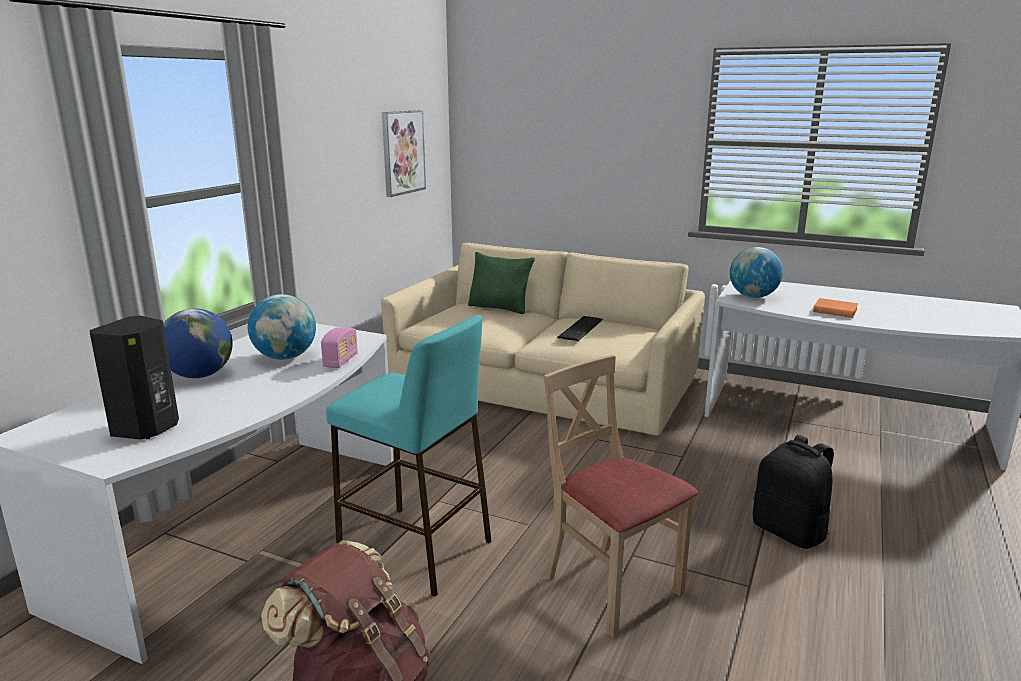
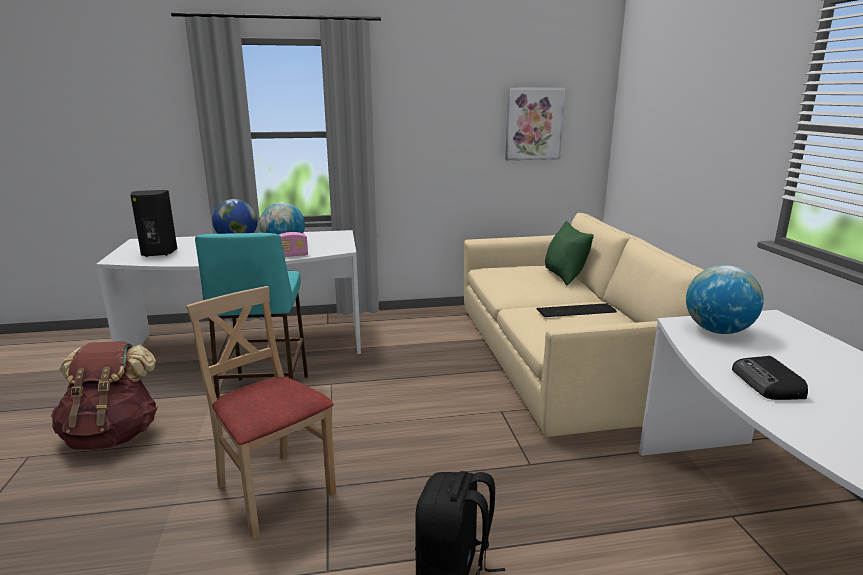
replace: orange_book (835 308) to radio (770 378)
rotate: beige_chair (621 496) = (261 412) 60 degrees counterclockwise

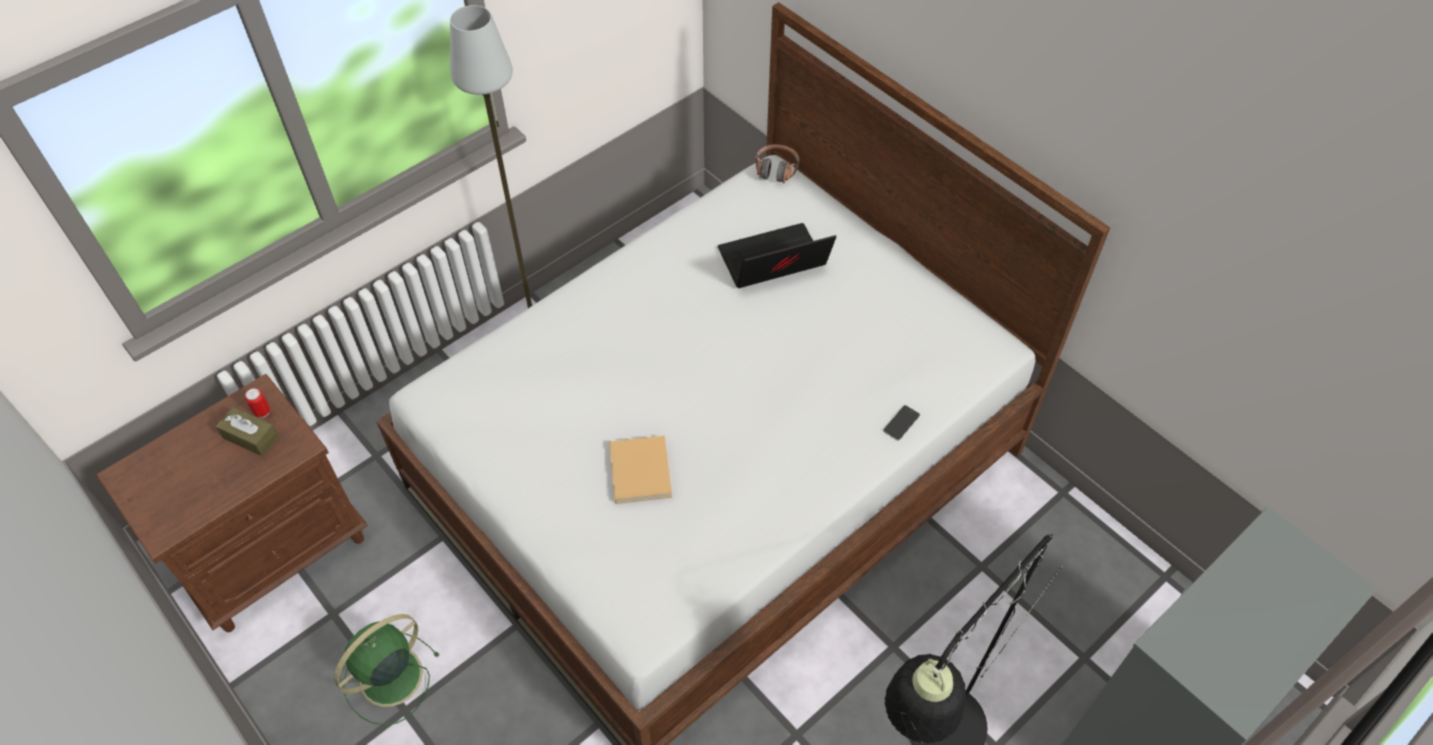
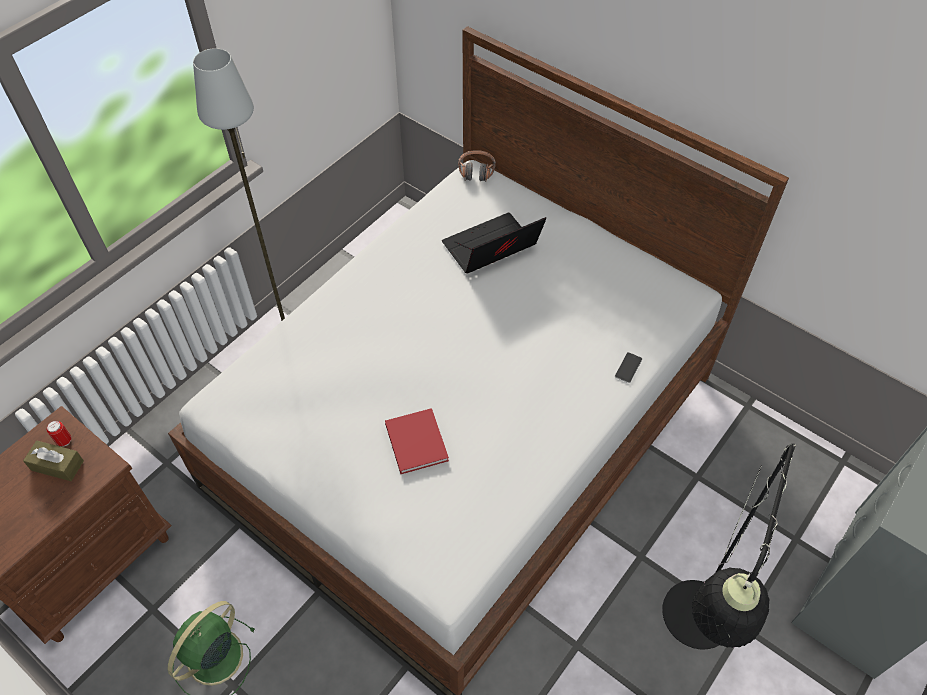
recolor: beige_book (641 470) to red_book (417 441)

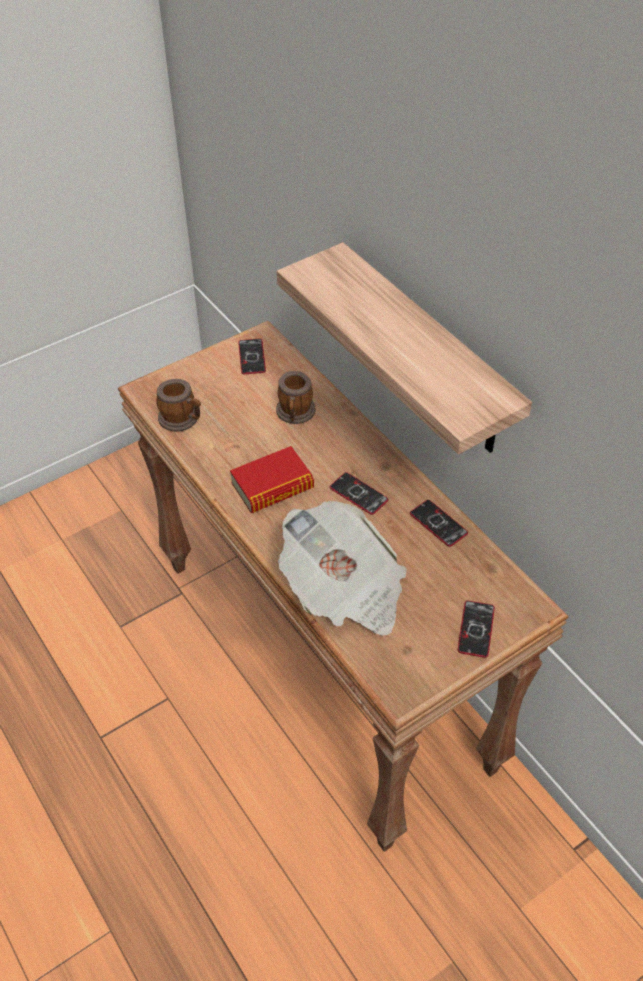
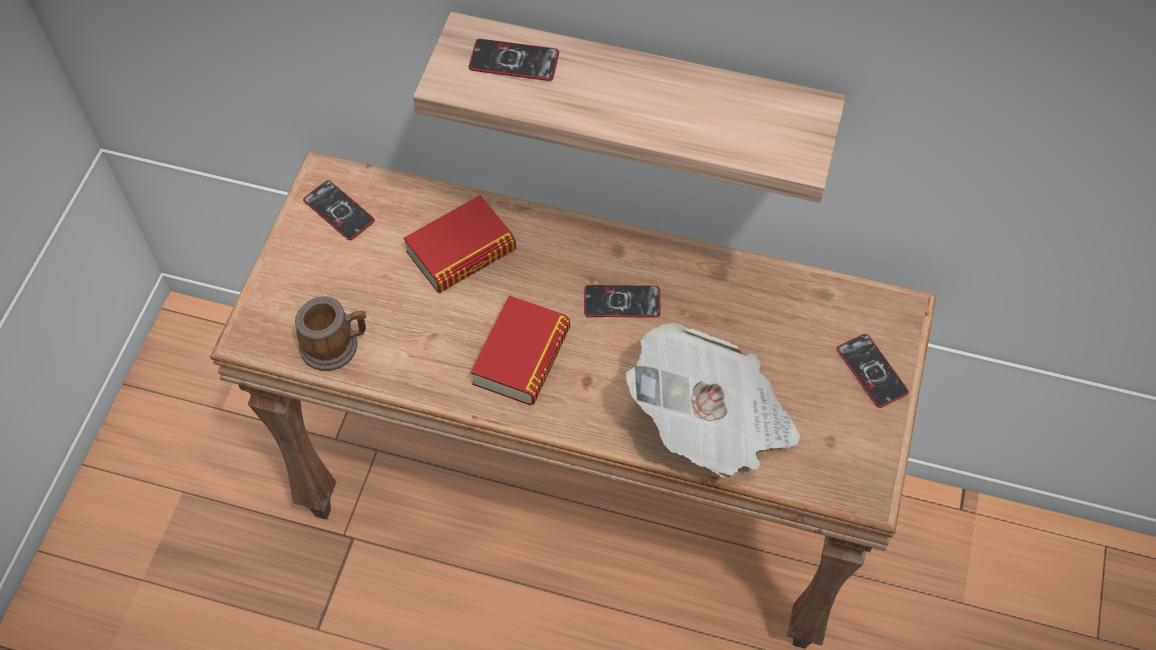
move: phone (439 523) to (514 60)
replace: mug (296 397) to book (460 244)

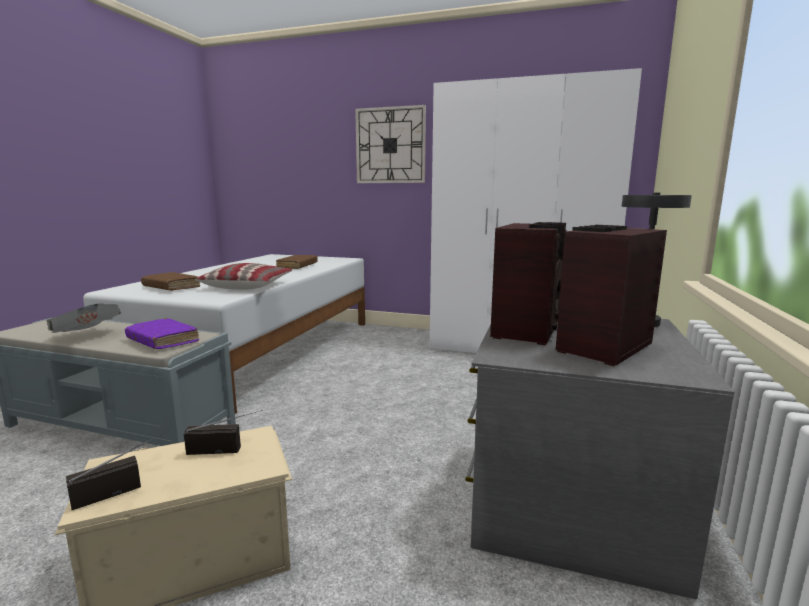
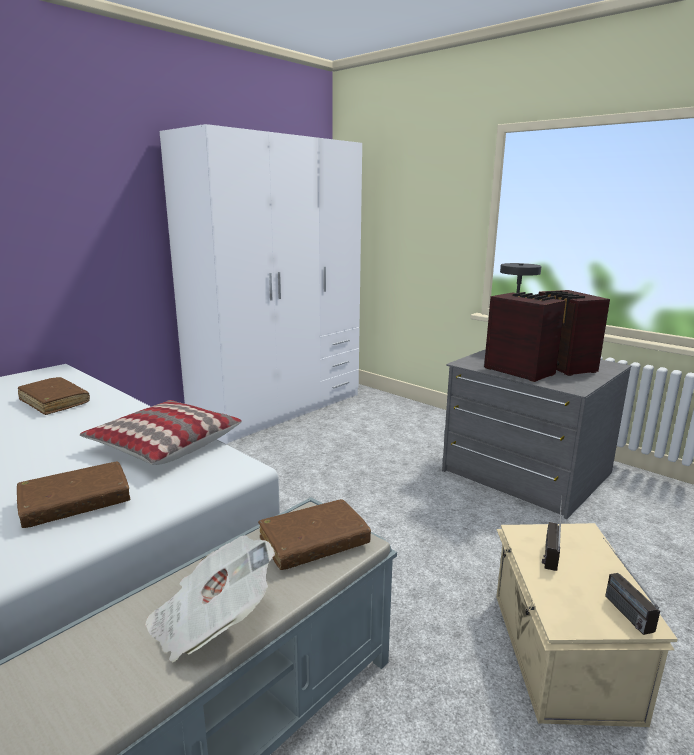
delete: wall_clock (390 144)
recolor: purple_book (162 333) to brown_book (314 534)

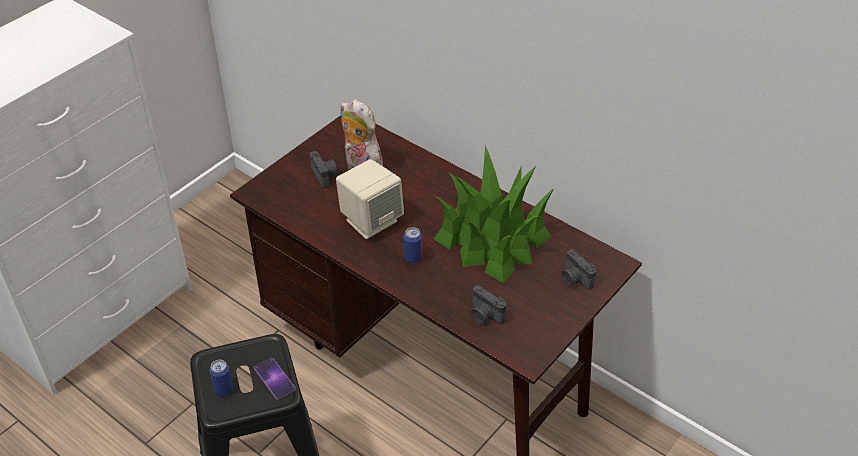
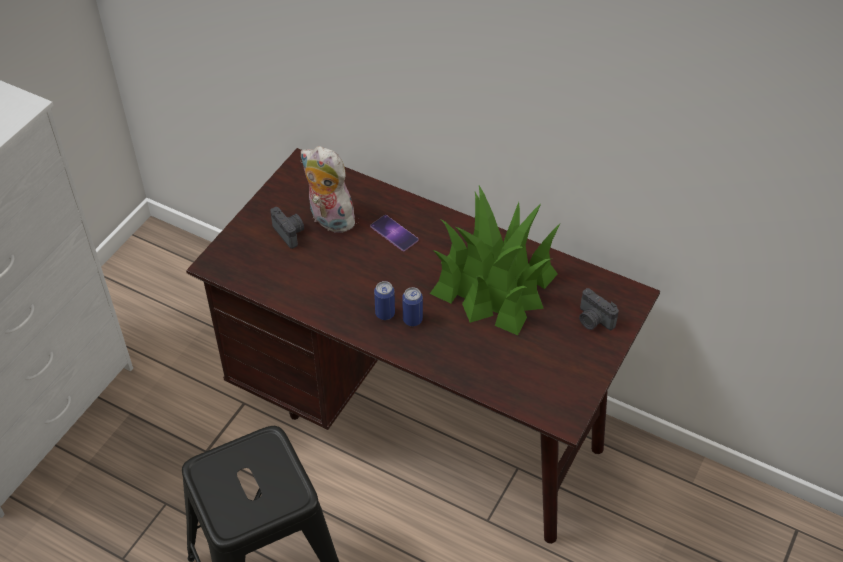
delete: beige_speaker (370 199); photo_camera (489 304)
move: can (221 378) to (384 300); phone (275 379) to (394 233)

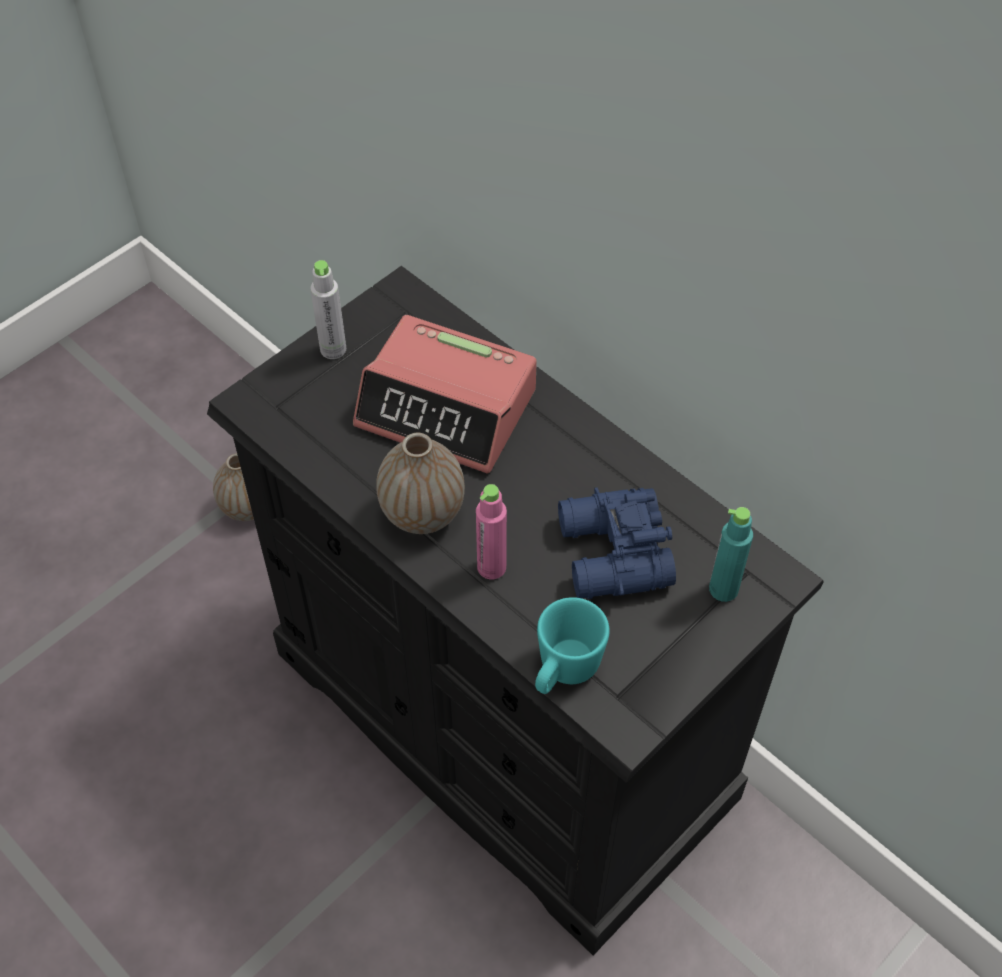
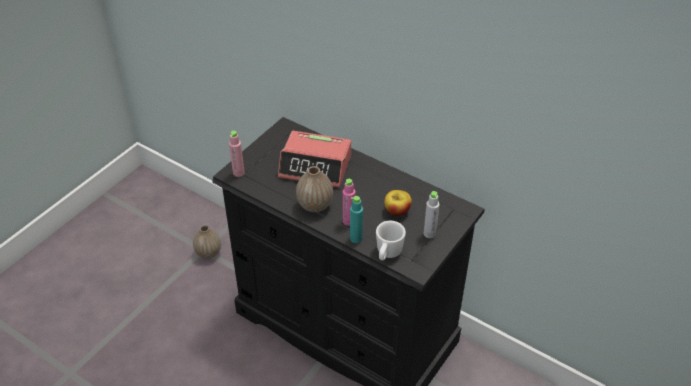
insert: pink_bottle (237 154)
move: grey_bottle (328 309) to (431 214); turquoise_bottle (731 554) to (356 219)
replace: blue_binoculars (617 543) to apple (398 203)
recolor: turquoise_mug (572 645) to white_mug (391 241)

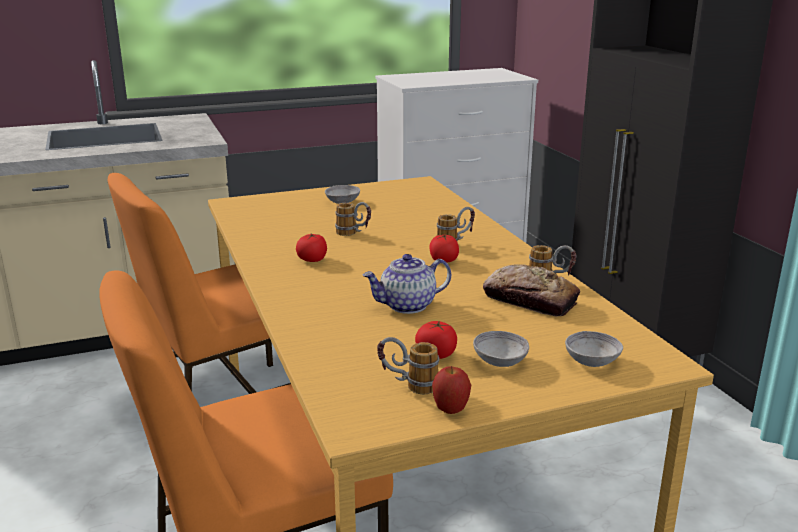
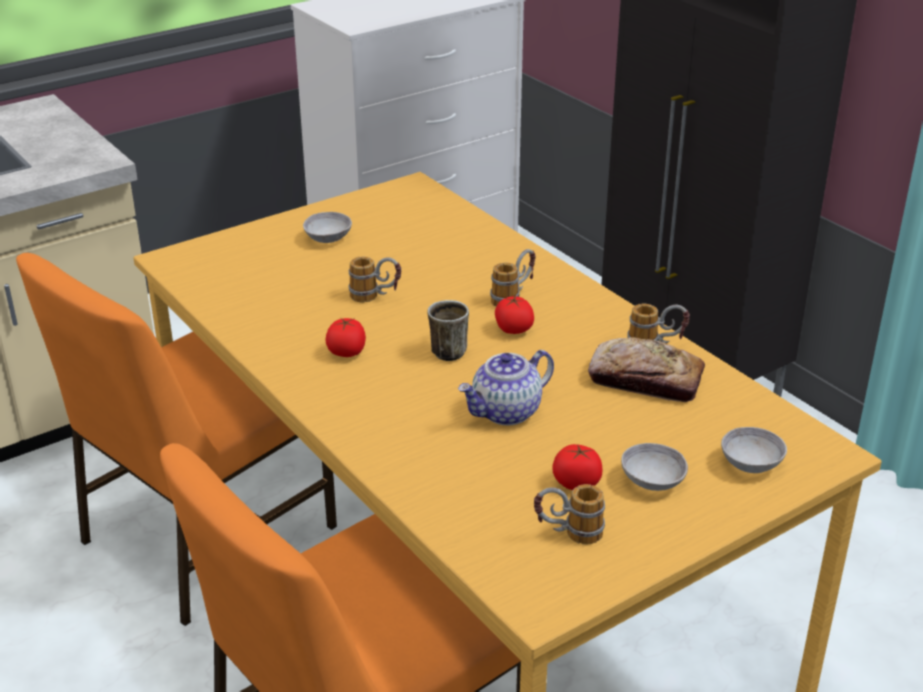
delete: apple (451 390)
insert: mug (448 330)

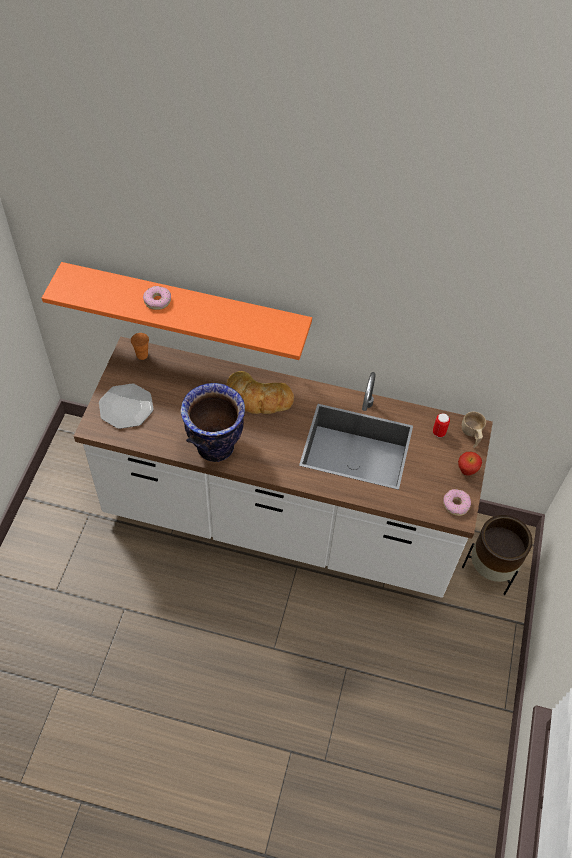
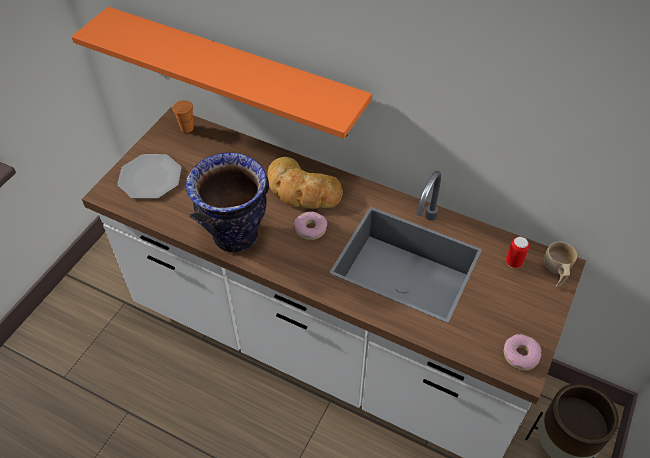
delete: apple (470 464)
move: donut (157 298) to (310 225)

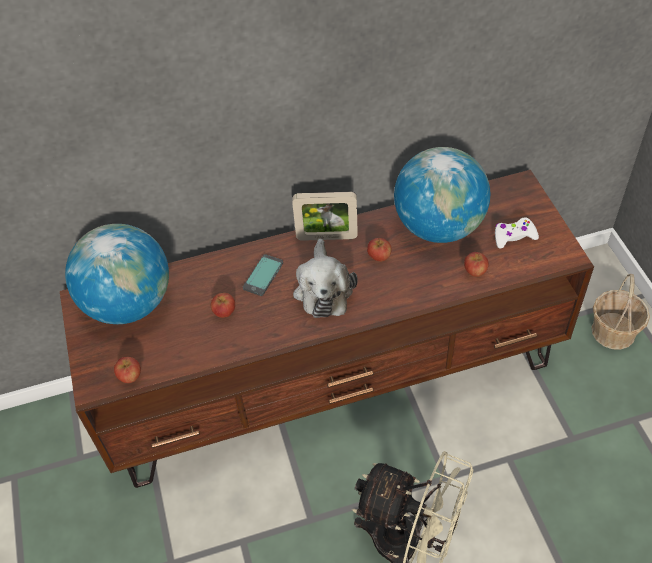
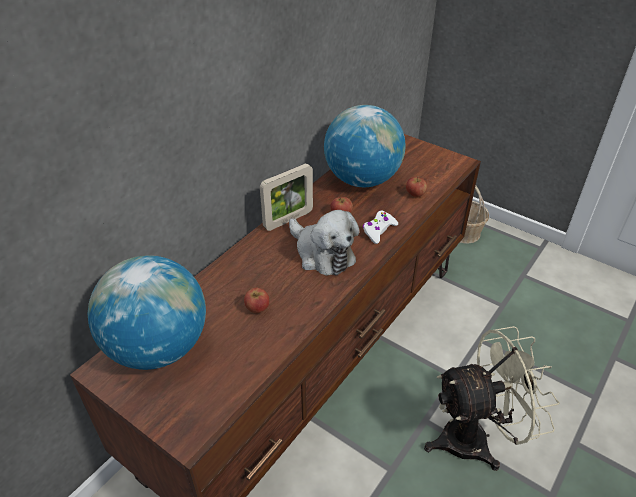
delete: apple (127 370); phone (263 275)
move: white_game_controller (517 233) to (380 227)

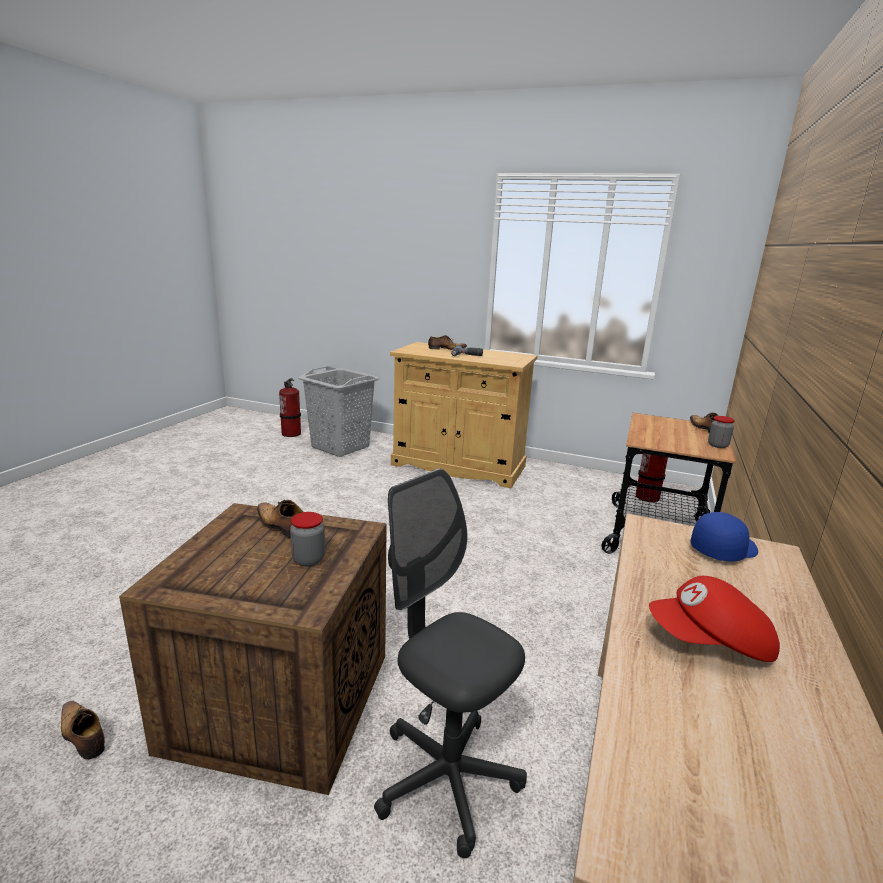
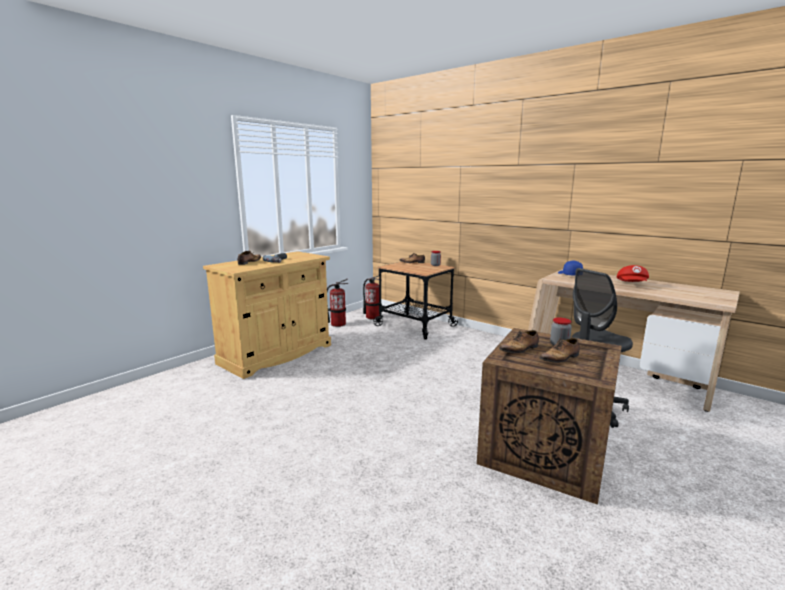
delete: grey_laundry_basket (339 411)
move: shoe (83 730) to (559 350); fire_extinguisher (290 407) to (337 303)

